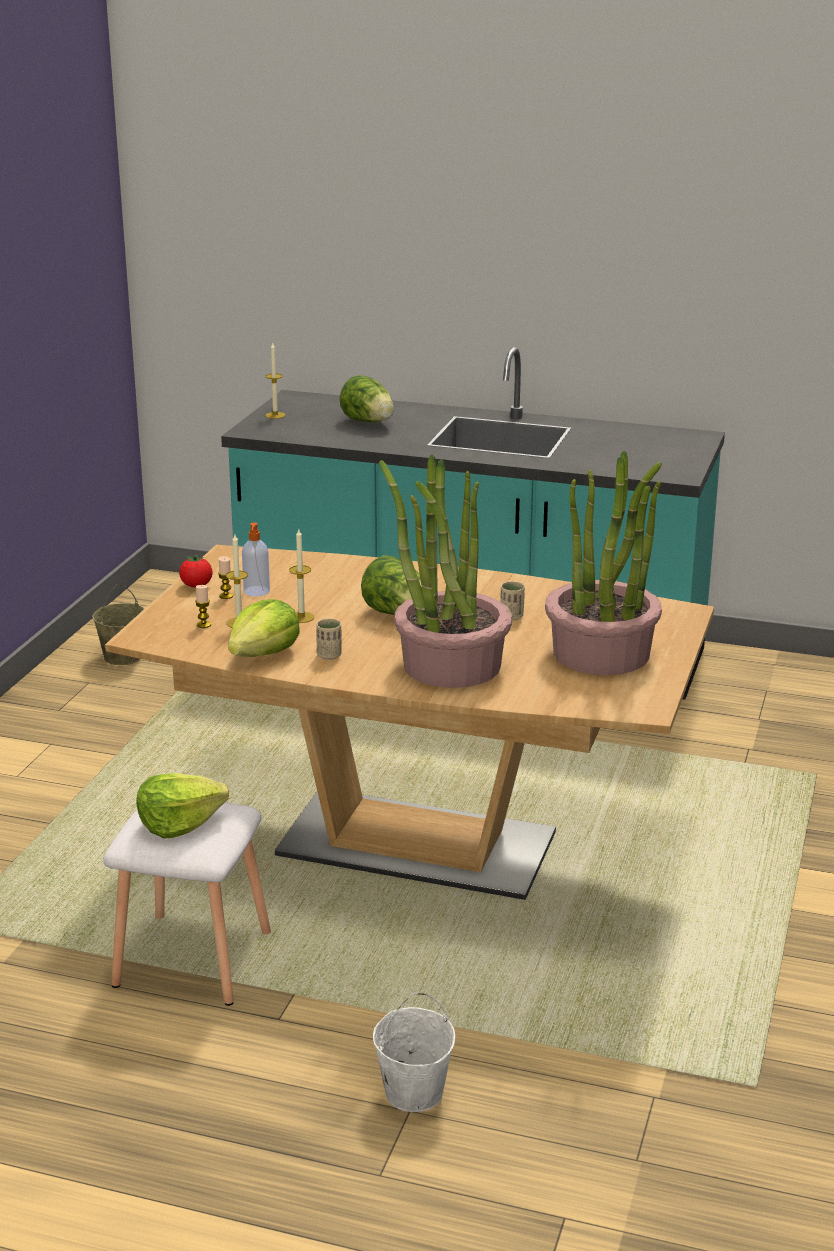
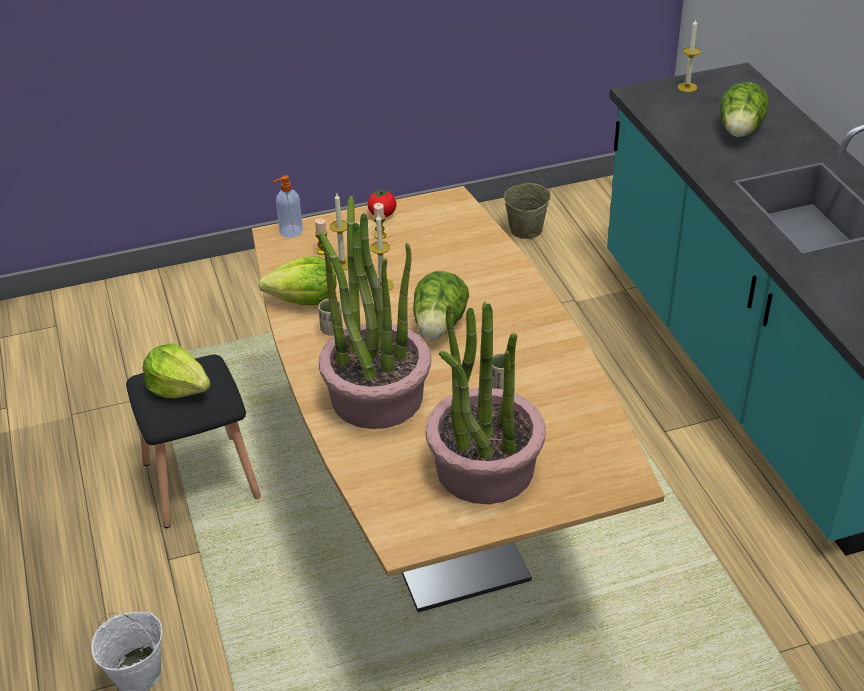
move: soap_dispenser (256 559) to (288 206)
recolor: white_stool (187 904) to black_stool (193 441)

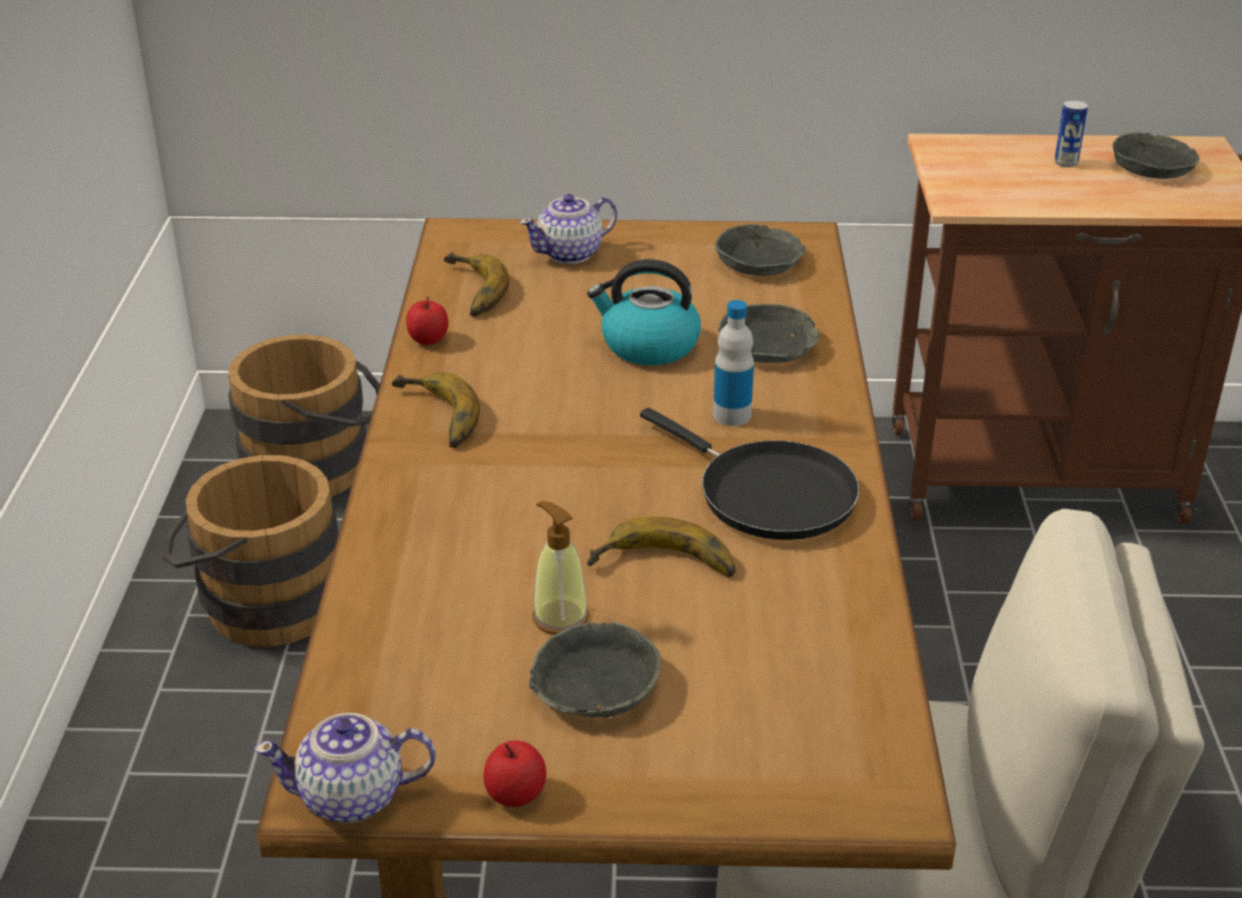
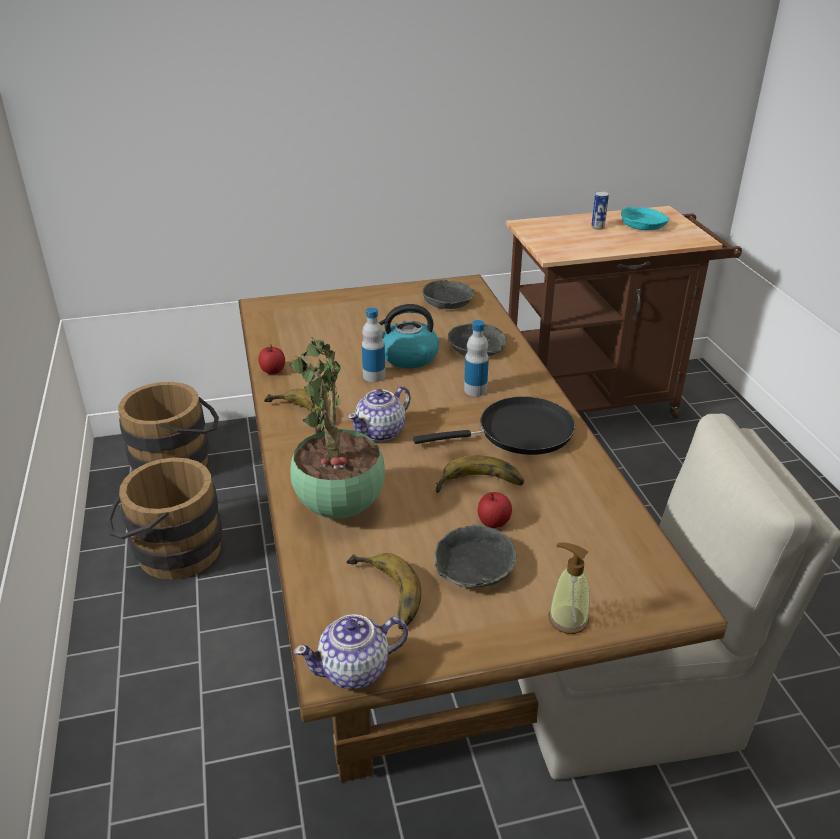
insert: potted_plant (337 428); bottle (373 344)
move: banana (476 284) to (383 591); apple (515 773) to (495 510); teapot (568 229) to (379 413); soap_dispenser (561 568) to (569 588)
recolor: grey_bowl (1156 156) to turquoise_bowl (645 218)
rotate: black_frying_pan (750 474) = (494 426) 45 degrees counterclockwise

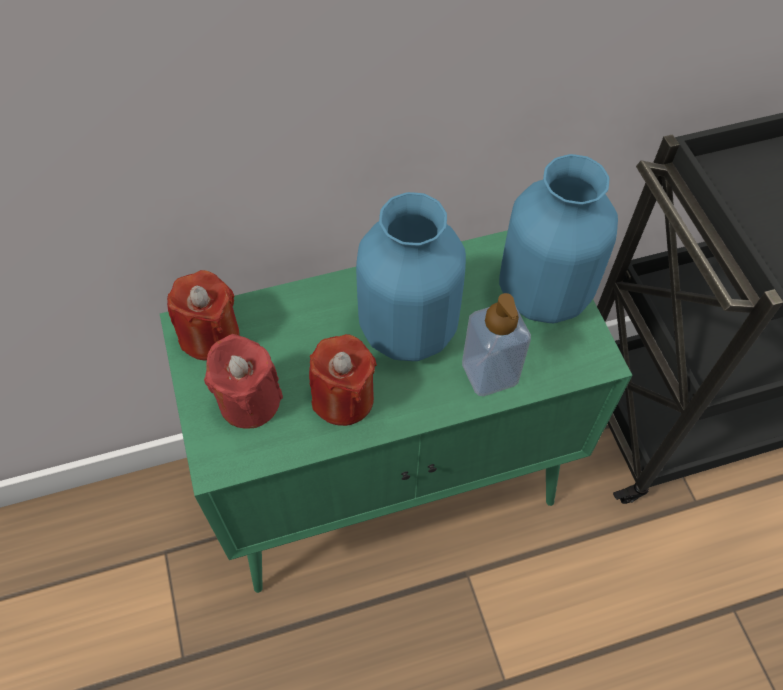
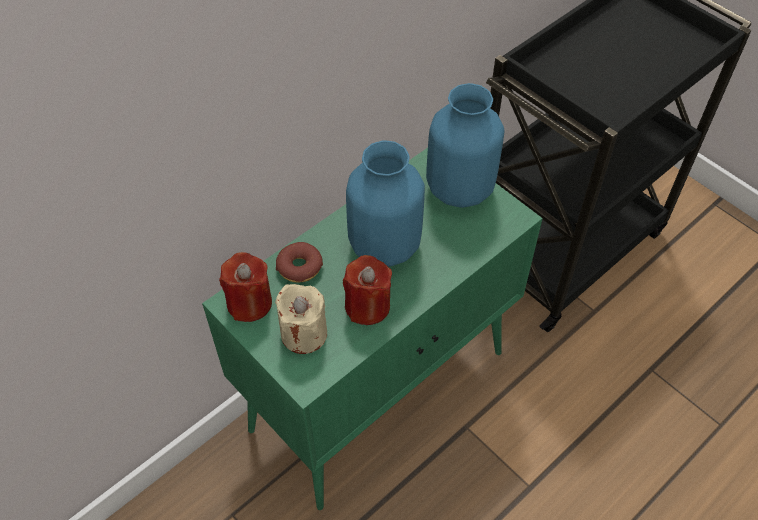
delete: soap_dispenser (496 344)
insert: donut (299 262)
recolor: red_candle (243 381) to beige_candle (301 319)

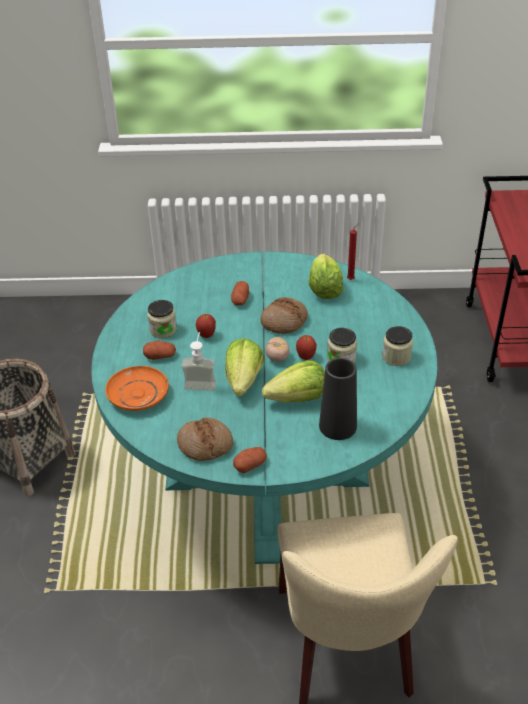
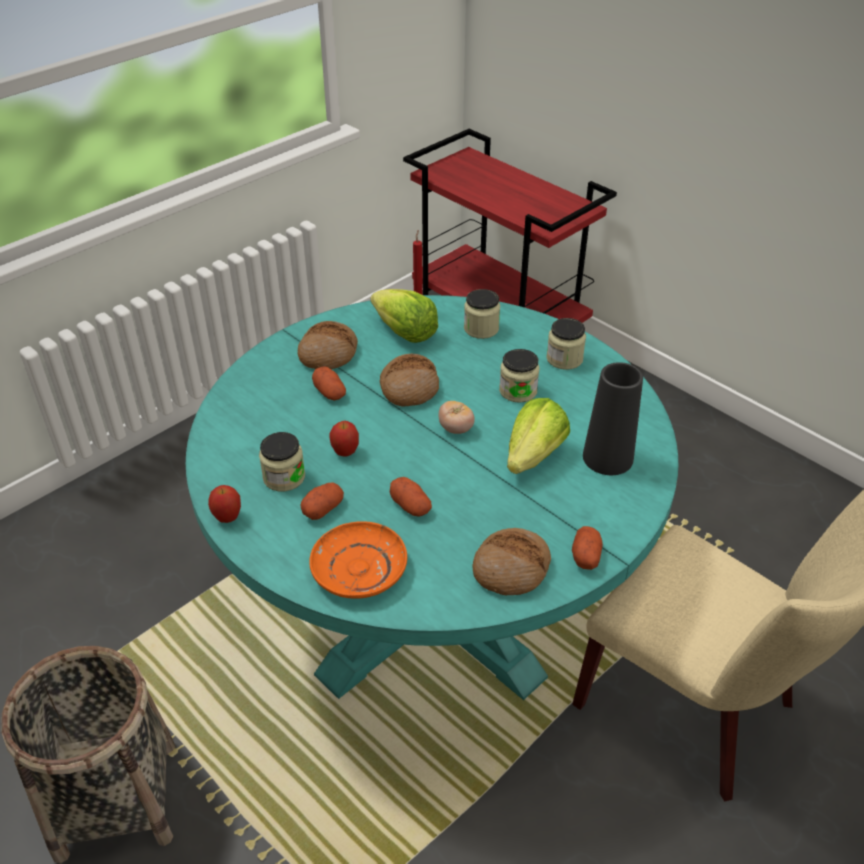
delete: lettuce (244 367)
insert: bread (327 345); jar (482 314)
move: apple (306 347) to (224 504)
replace: soap_dispenser (198 361) to potato (411 497)

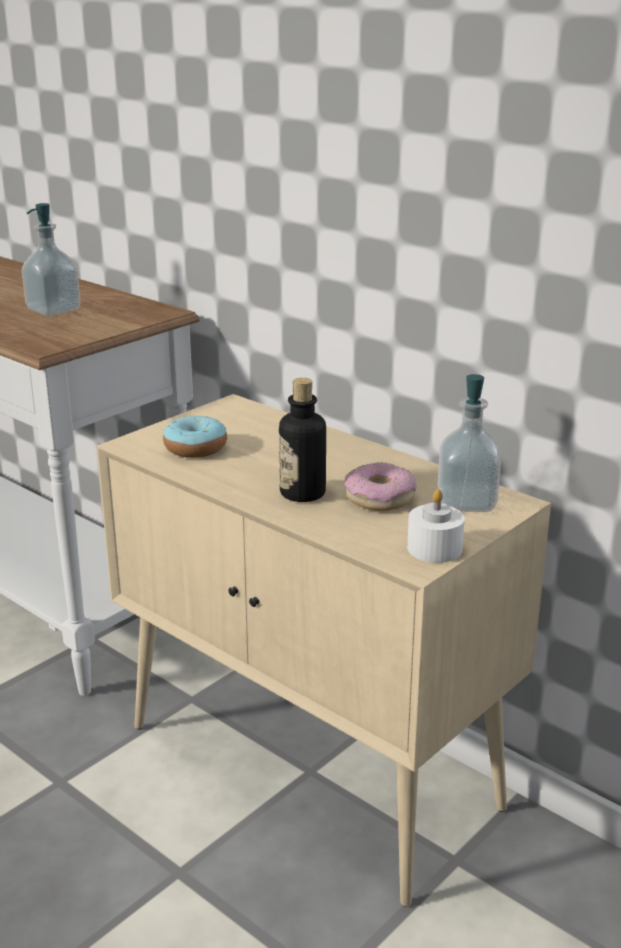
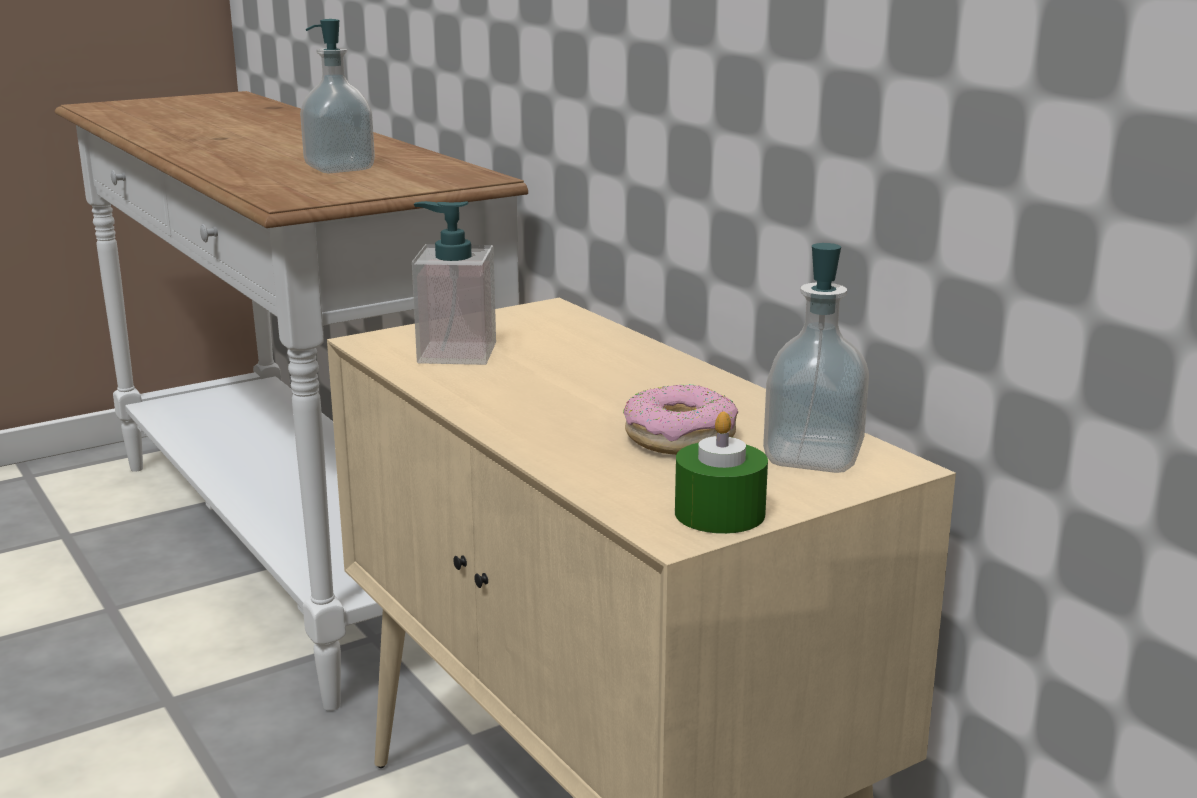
delete: bottle (302 440)
replace: donut (195 437) to soap_dispenser (454 283)
recolor: white_candle (436 526) to green_candle (721 473)

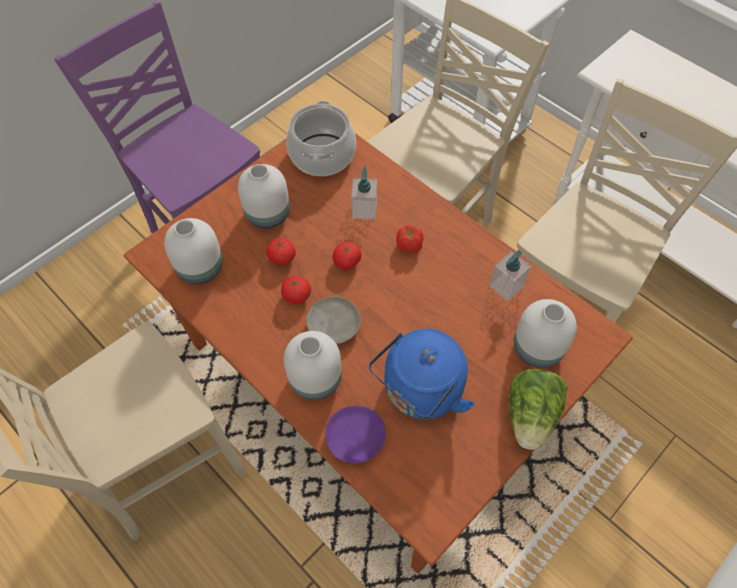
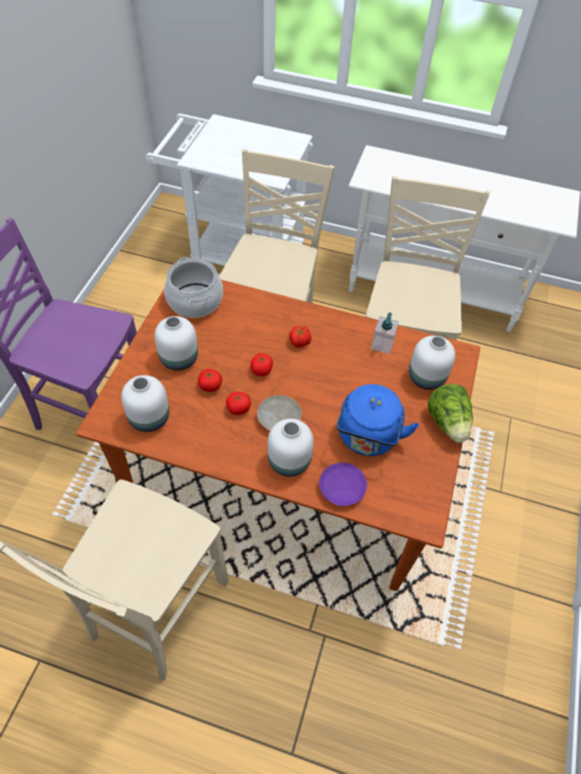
delete: soap_dispenser (364 193)

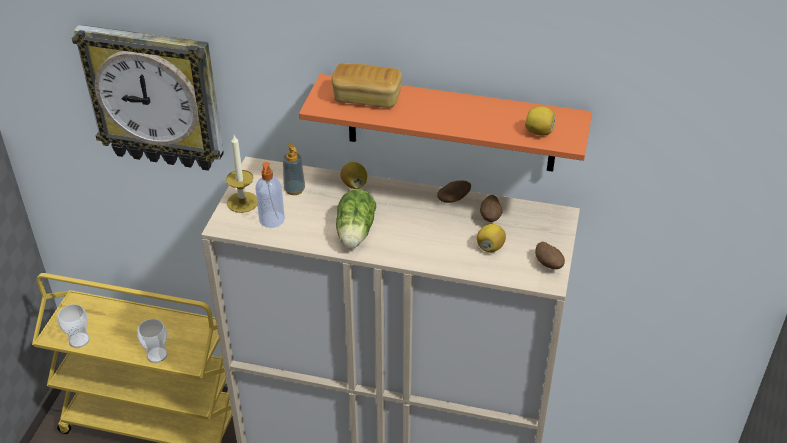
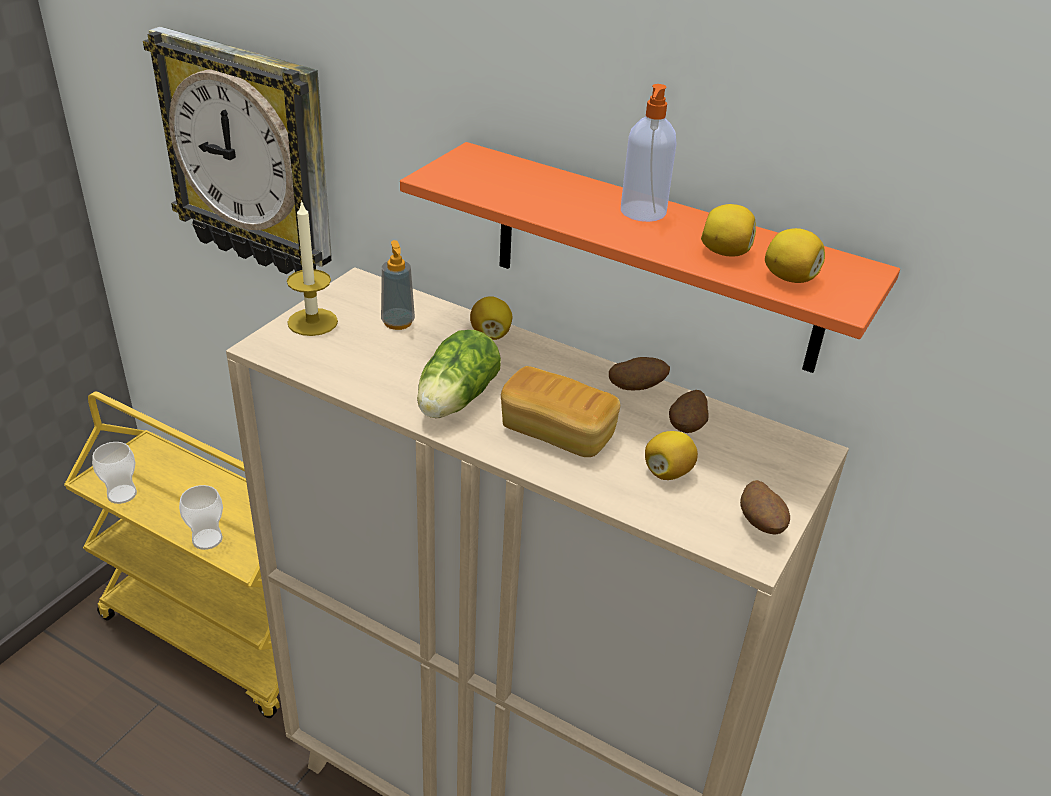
insert: lemon (728 230)
move: soap_dispenser (270 195) to (649 153); bread (366 85) to (560 411)

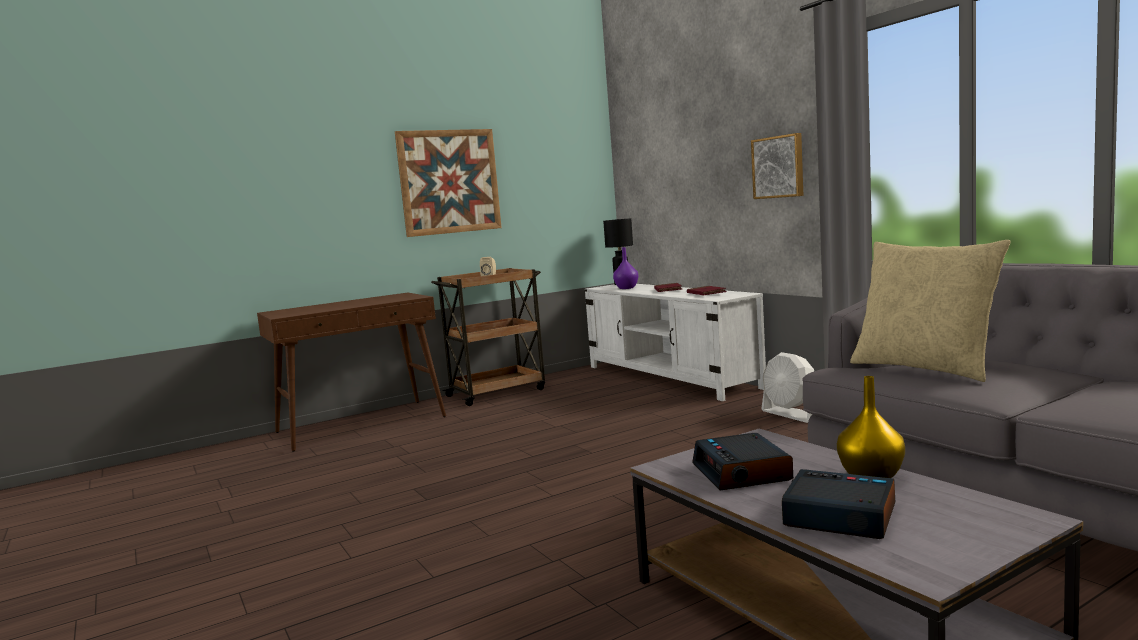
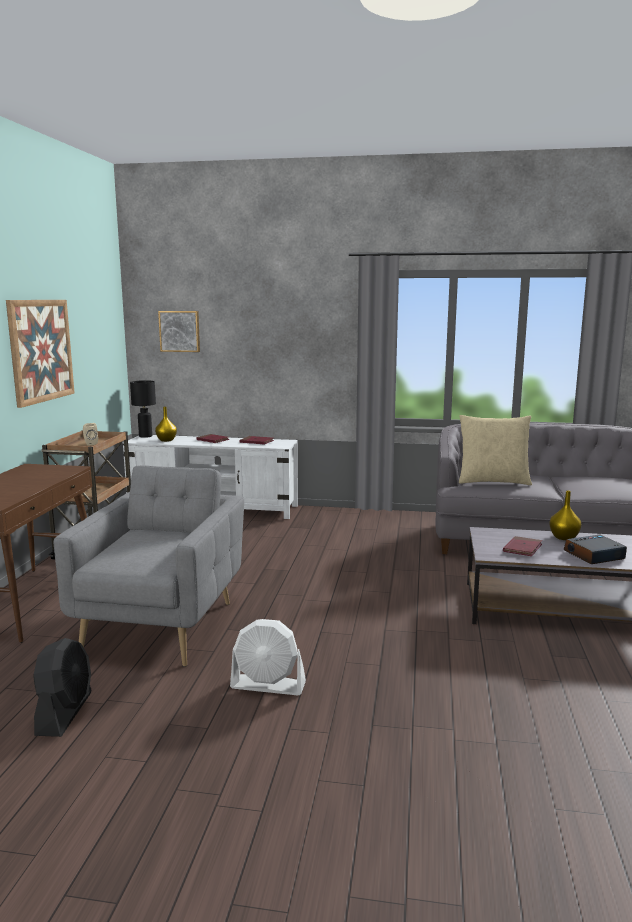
insert: black_fan (62 687); grey_armchair (149 566)
move: picture (777 166) to (179 331); white_fan (787 387) to (268 657)
replace: alarm_clock (742 462) to red_book (522 546)
recolor: purple_vase (625 268) to yellow_vase (166 424)

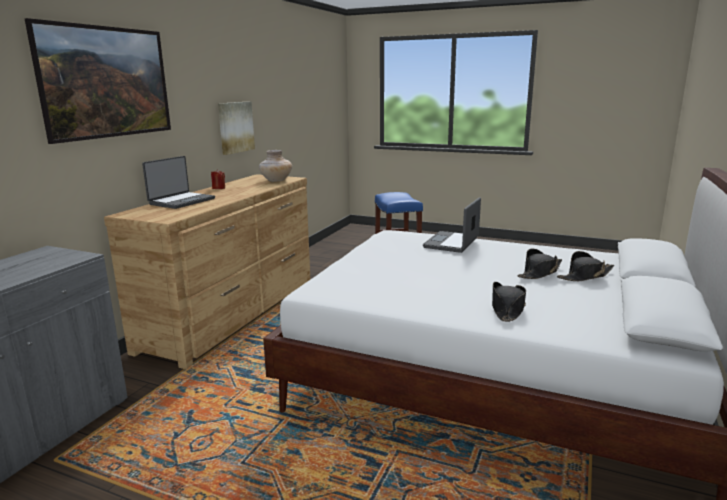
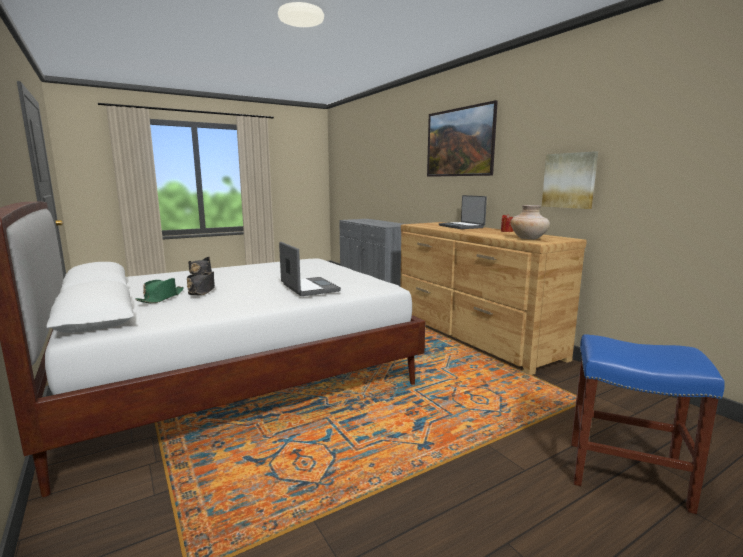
recolor: black_hat (585 266) to green_hat (159 290)

